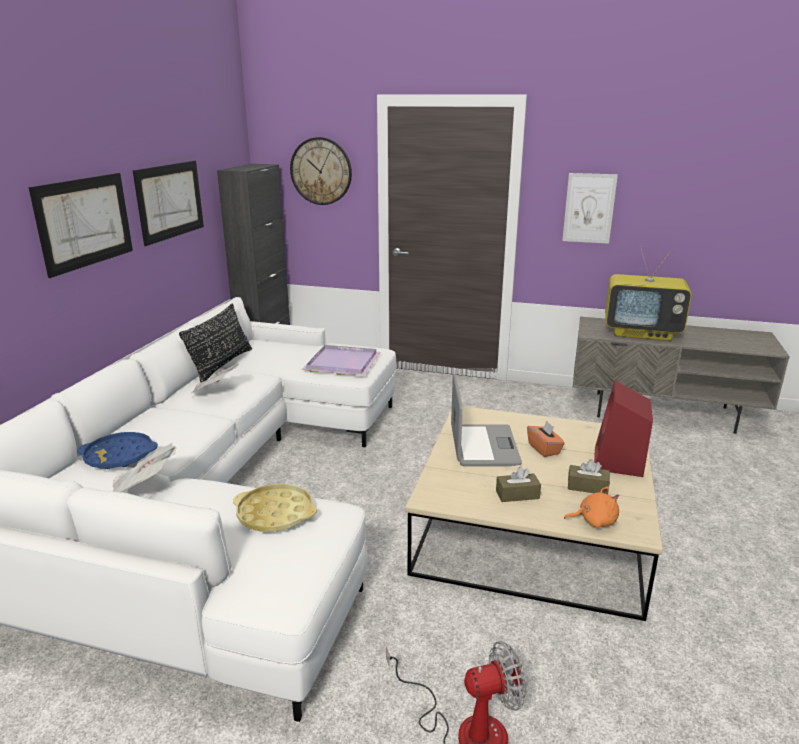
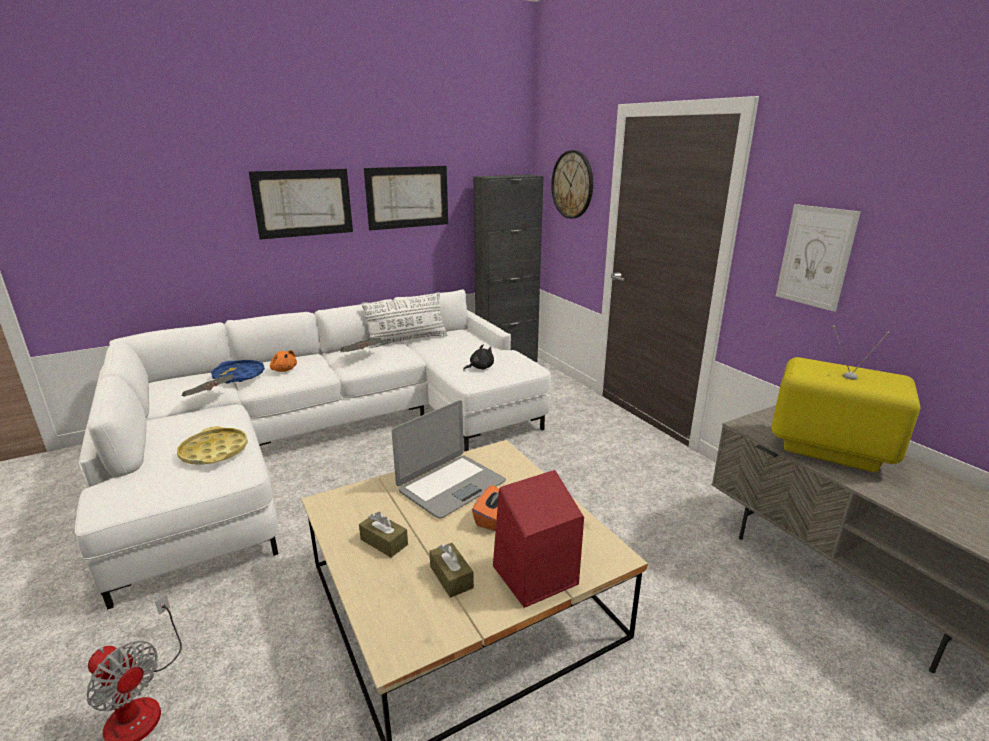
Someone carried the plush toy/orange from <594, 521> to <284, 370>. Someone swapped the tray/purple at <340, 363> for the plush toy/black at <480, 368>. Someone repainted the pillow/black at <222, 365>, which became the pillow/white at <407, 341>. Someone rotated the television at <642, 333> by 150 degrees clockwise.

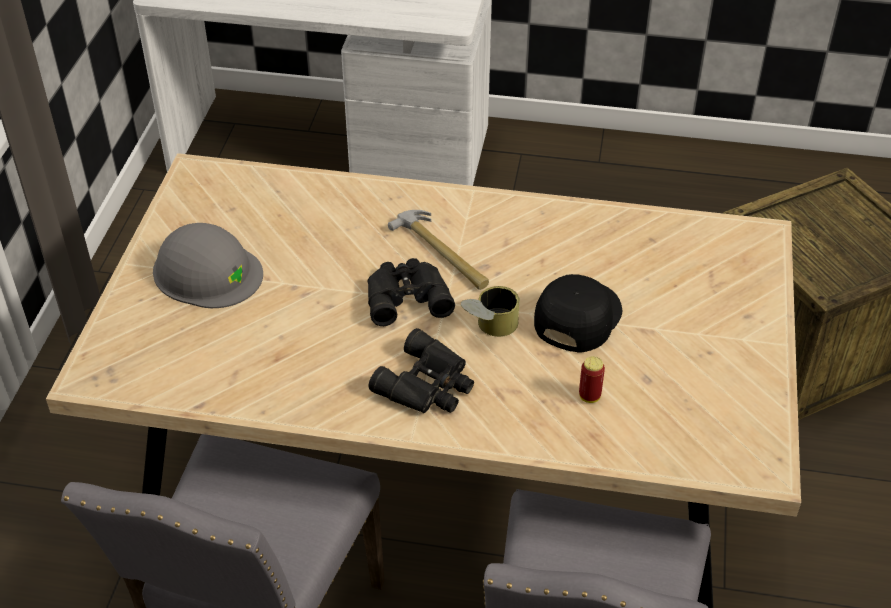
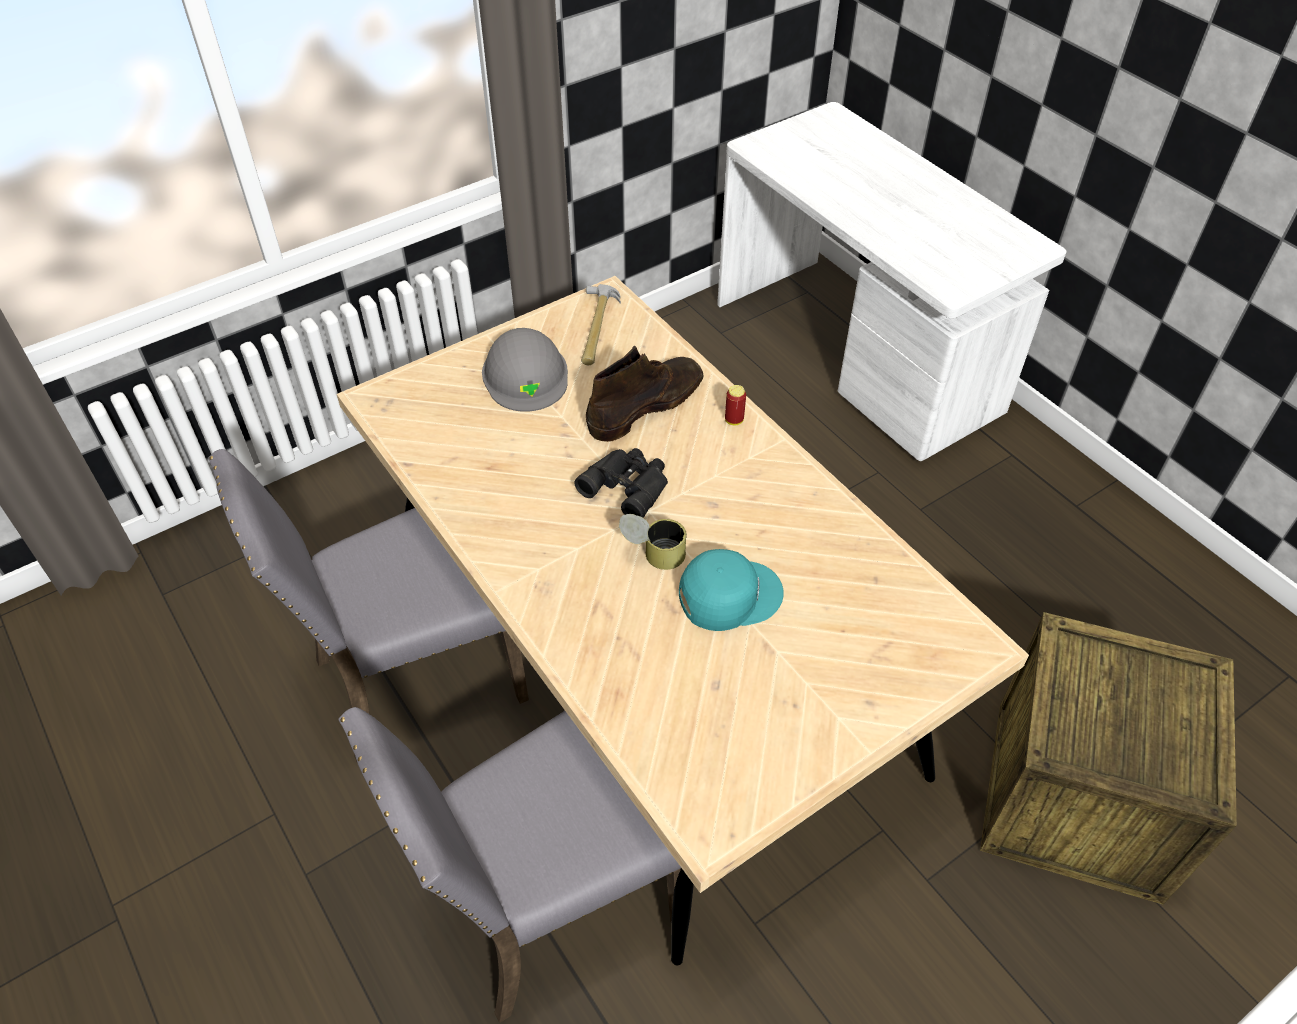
Someone took away the binoculars/black at <428, 385>. Someone put down the boot/brown at <646, 405>. Someone carried the hammer from <442, 253> to <596, 327>. Someone carried the can from <589, 396> to <734, 420>. Someone repainted the cap/black at <576, 316>, which became the cap/turquoise at <728, 594>.

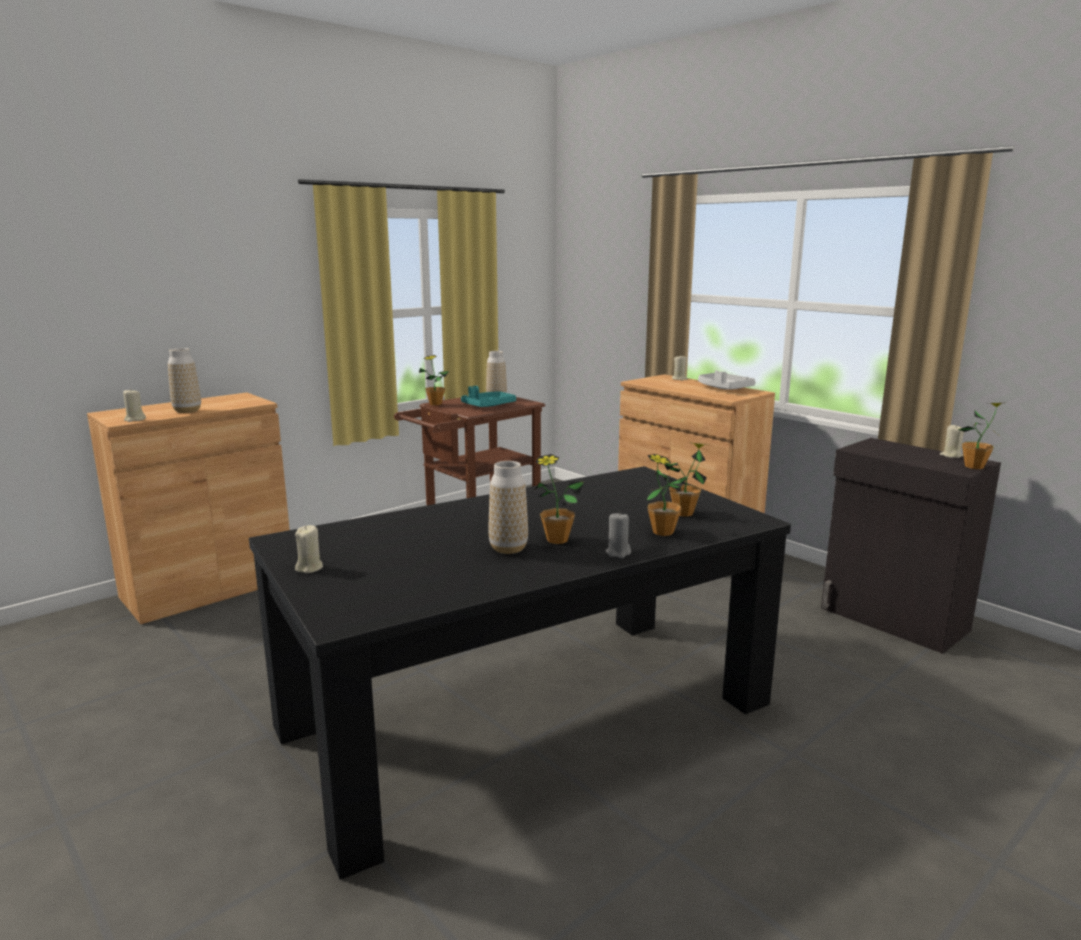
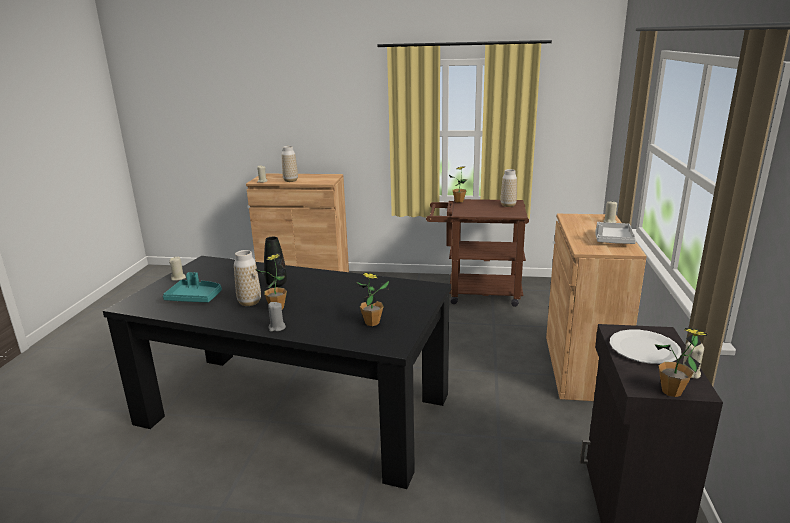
Someone took away the potted plant at <662, 532>. Someone put down the vase/black at <276, 284>. Someone put down the plate/white at <644, 348>. Someone carried the tray/turquoise from <488, 406> to <195, 298>.

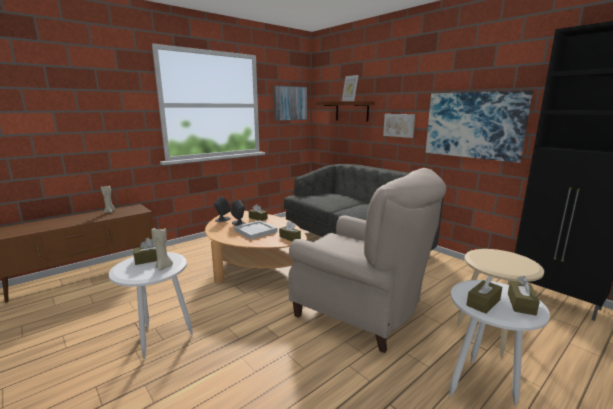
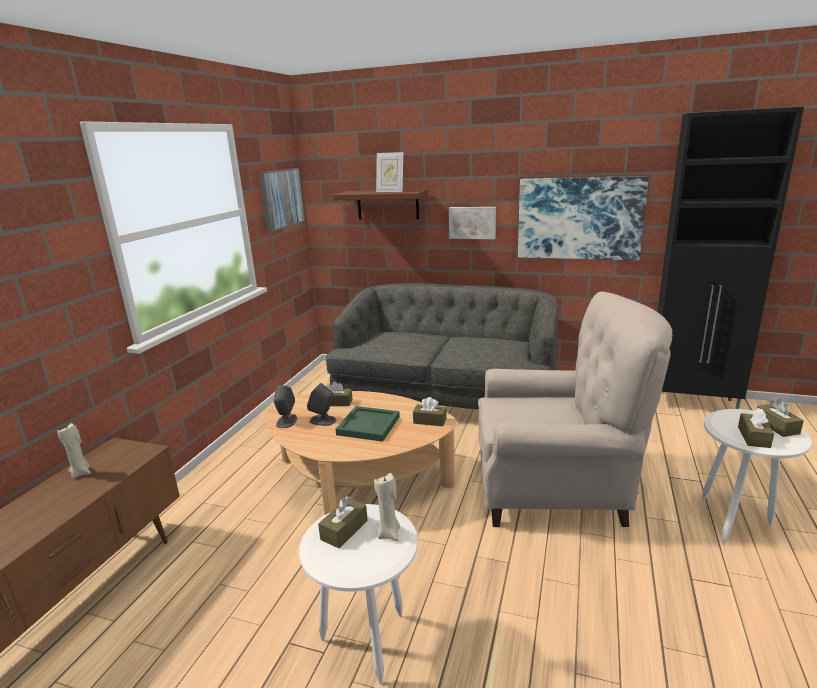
Someone took away the side table/beige at <489, 336>. Someone repainted the tray/white at <255, 231>, which became the tray/green at <369, 426>.

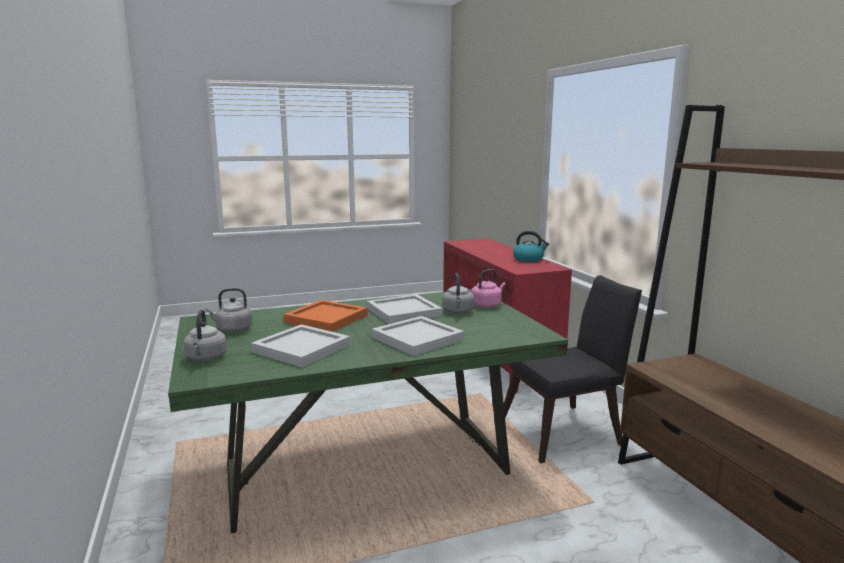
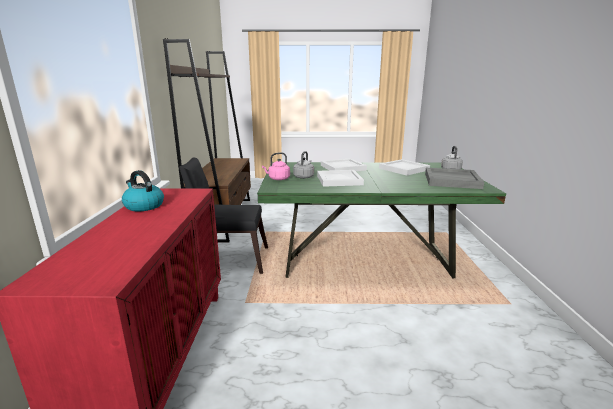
Someone took away the tray/orange at <325, 319>. Someone swapped the kettle/grey at <232, 330> for the tray/grey at <452, 180>.

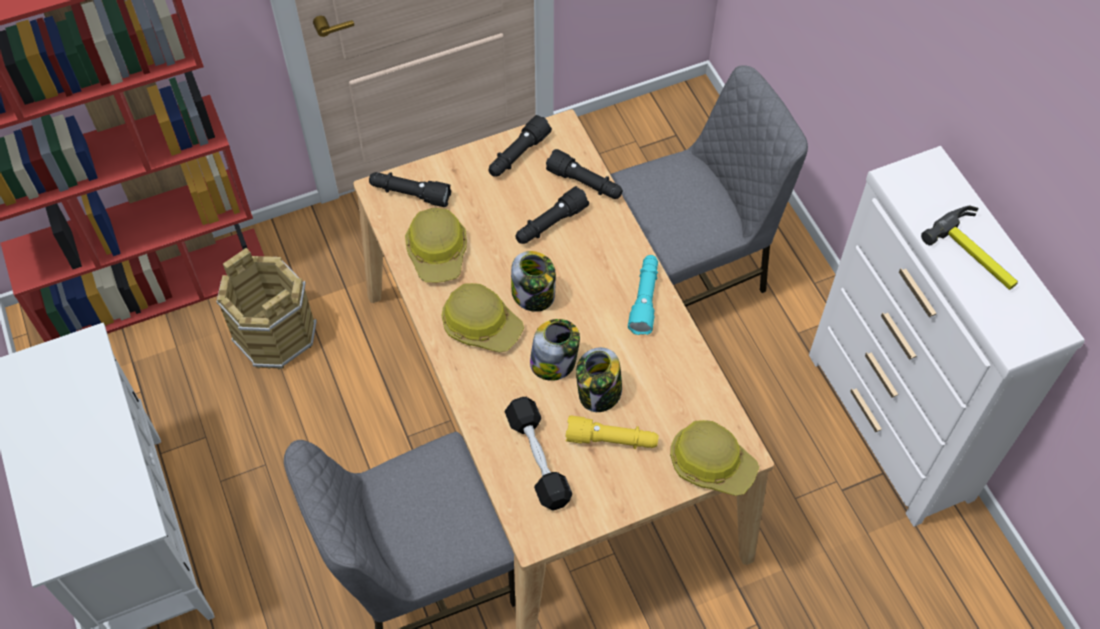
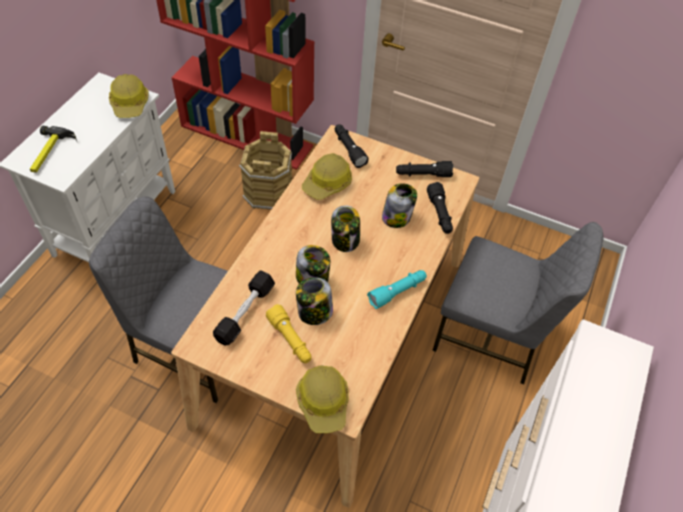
Someone carried the hard hat from <481, 324> to <130, 103>. Someone carried the hammer from <977, 254> to <50, 153>. Someone swapped the flashlight/black at <550, 224> for the jar at <396, 217>.

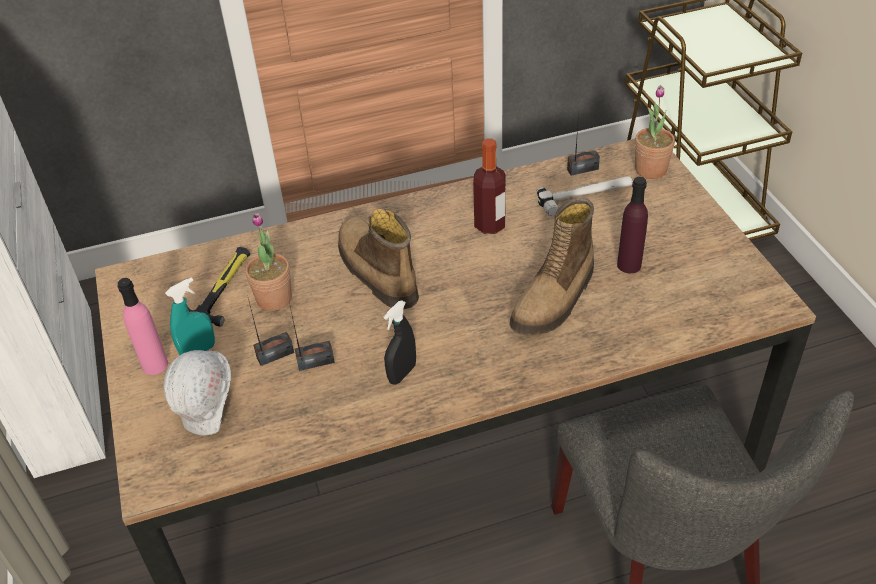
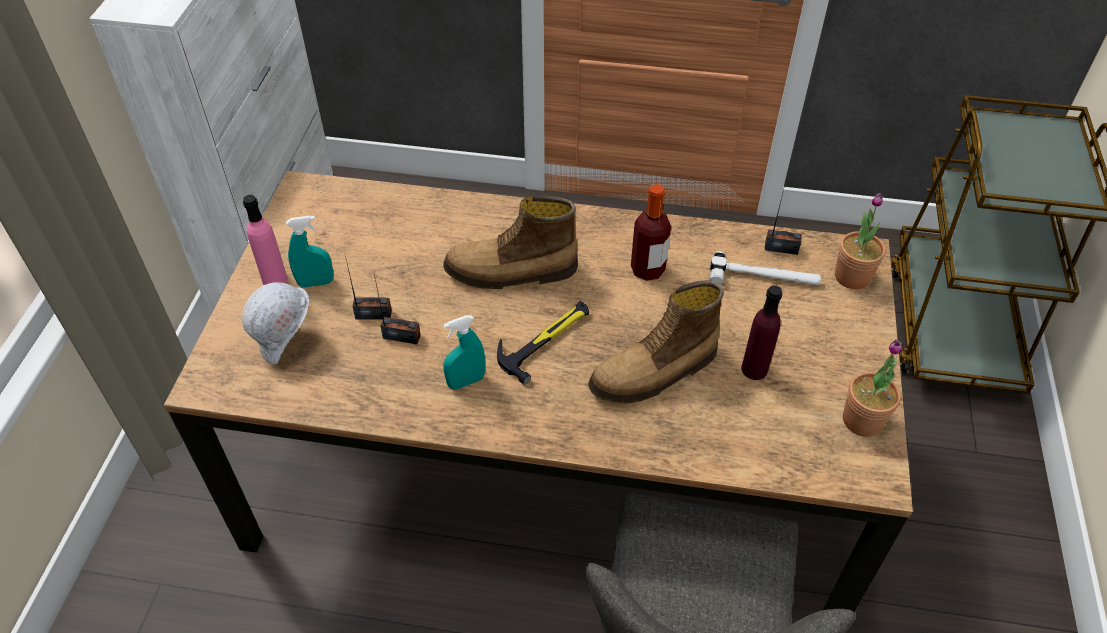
Someone carried the hammer from <222, 287> to <545, 339>. Someone carried the potted plant from <274, 299> to <862, 420>. Someone repainted the spray bottle/black at <402, 373>, which became the spray bottle/turquoise at <466, 382>. Someone rotated the boot at <375, 272> by 90 degrees counterclockwise.

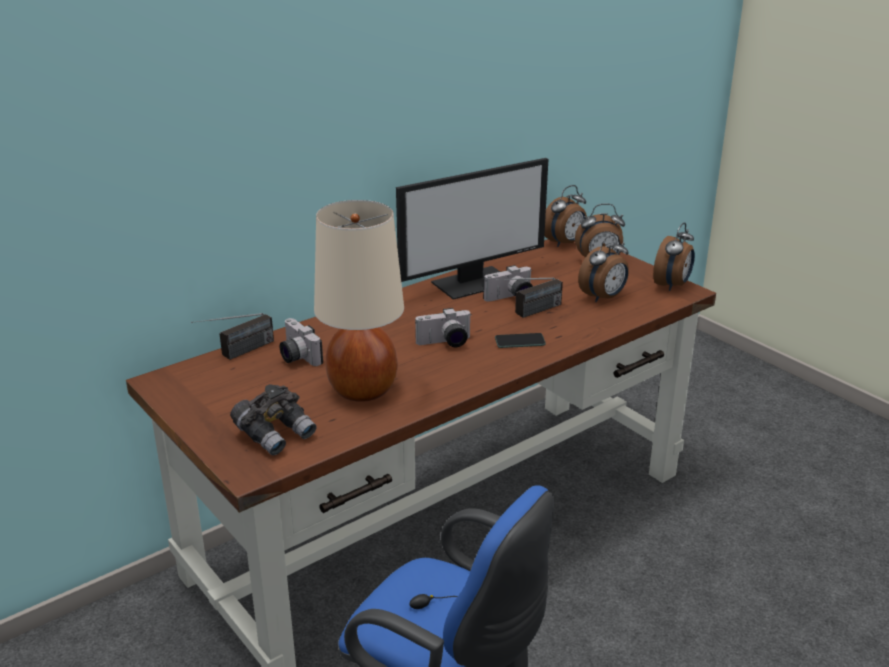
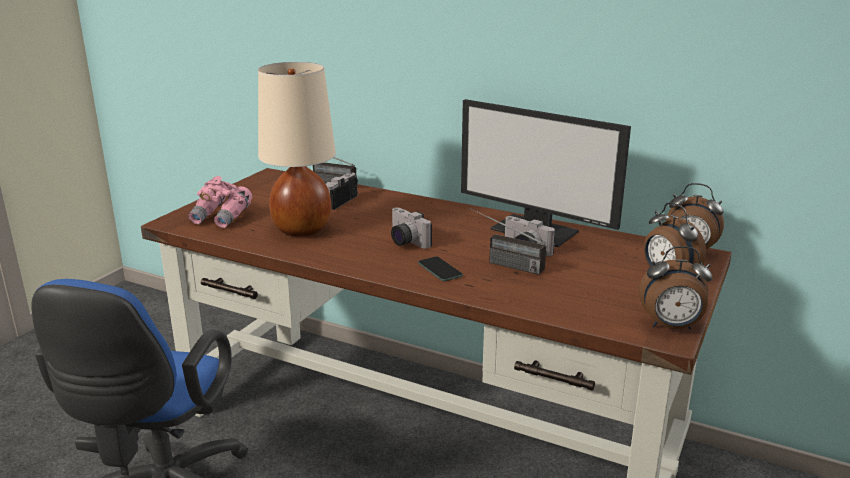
Someone took away the alarm clock at <603, 297>. Someone repainted the binoculars/grey at <275, 434>, which became the binoculars/pink at <222, 218>.

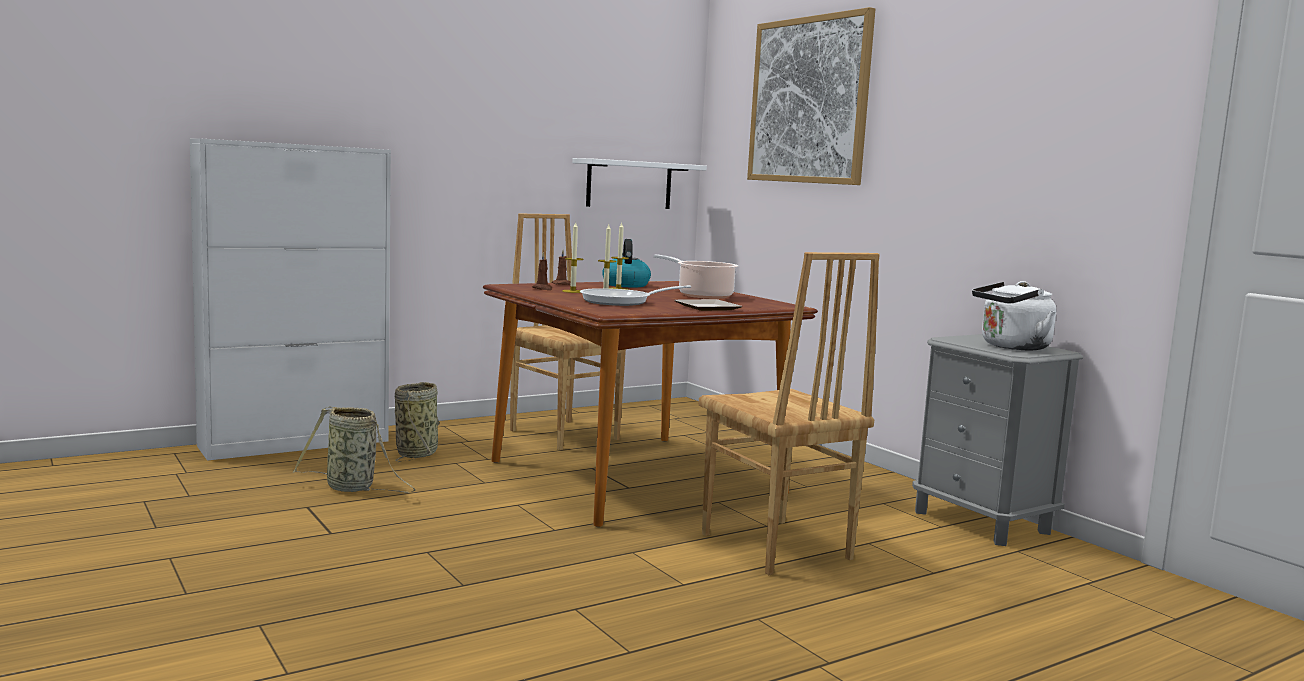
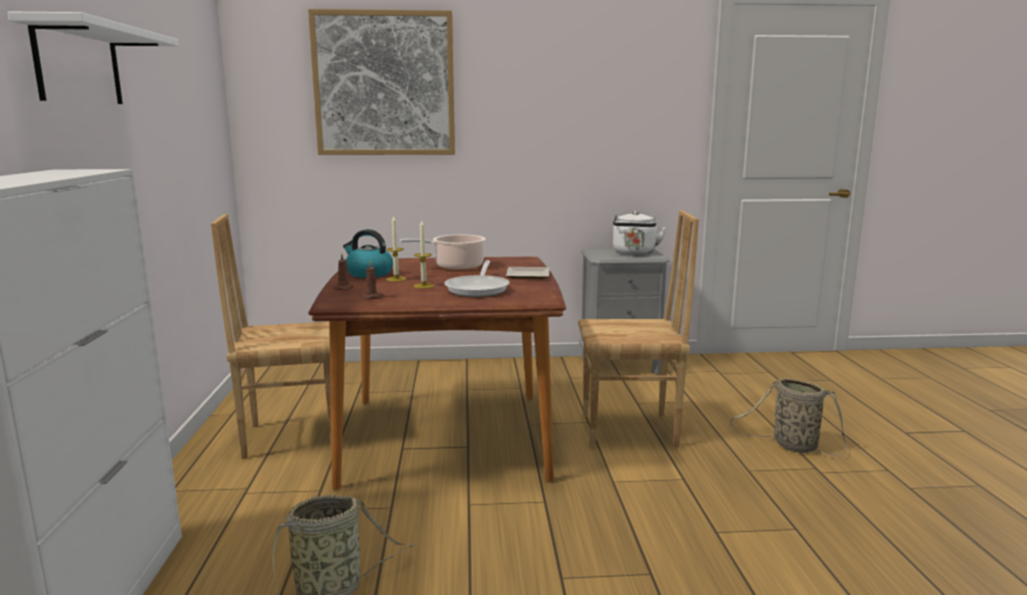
Someone took away the candle at <572, 291>. Someone carried the basket from <418, 453> to <791, 445>. Someone carried the shelf/white from <629, 184> to <78, 65>.

